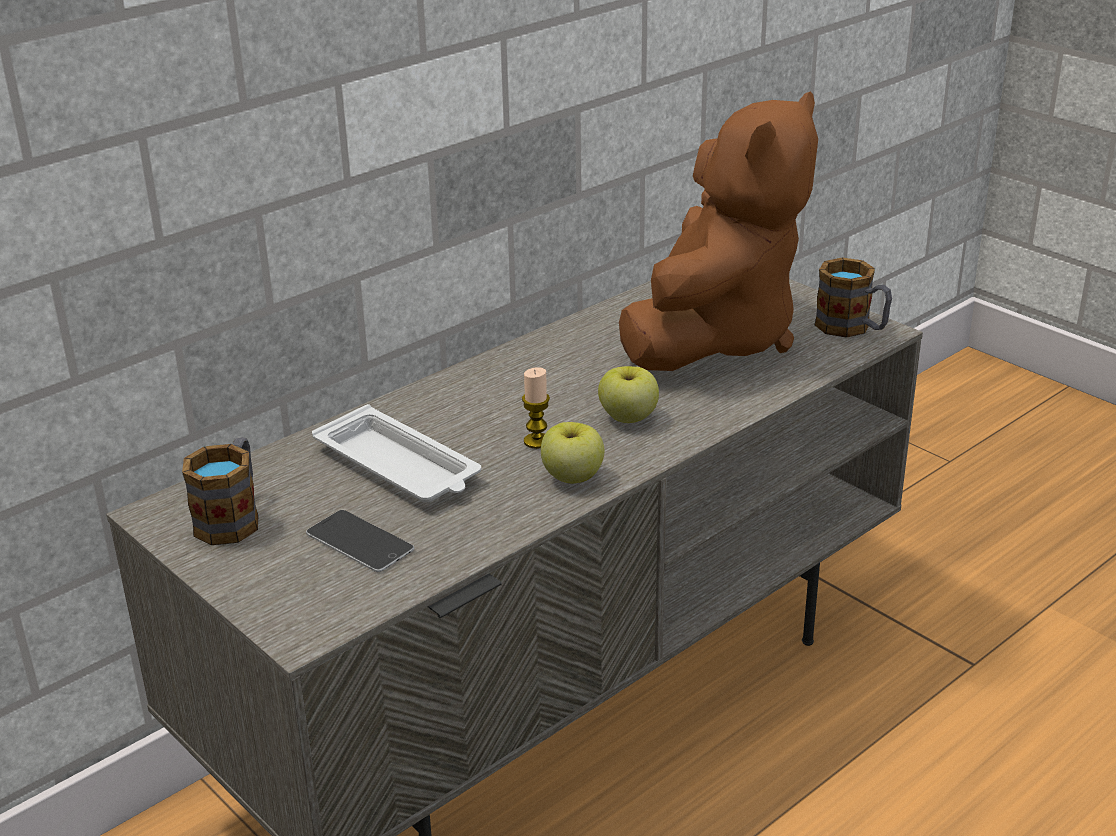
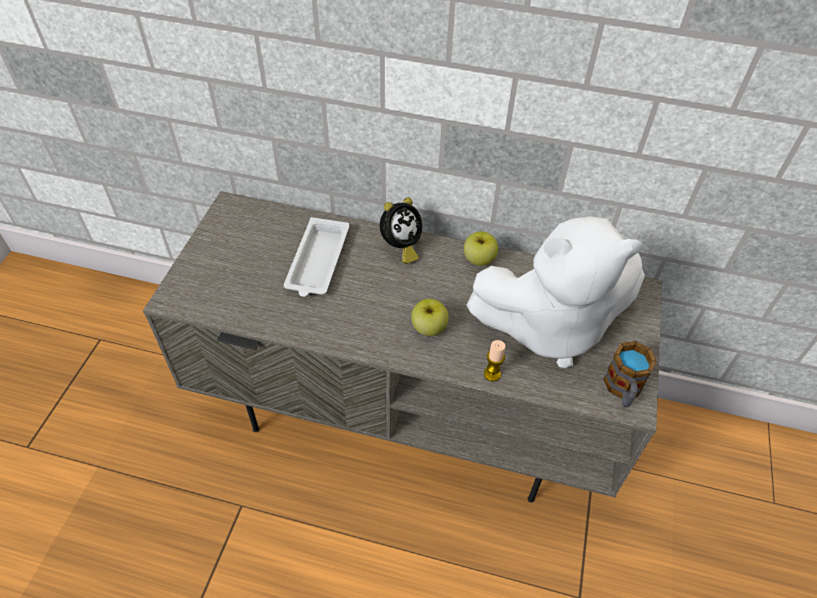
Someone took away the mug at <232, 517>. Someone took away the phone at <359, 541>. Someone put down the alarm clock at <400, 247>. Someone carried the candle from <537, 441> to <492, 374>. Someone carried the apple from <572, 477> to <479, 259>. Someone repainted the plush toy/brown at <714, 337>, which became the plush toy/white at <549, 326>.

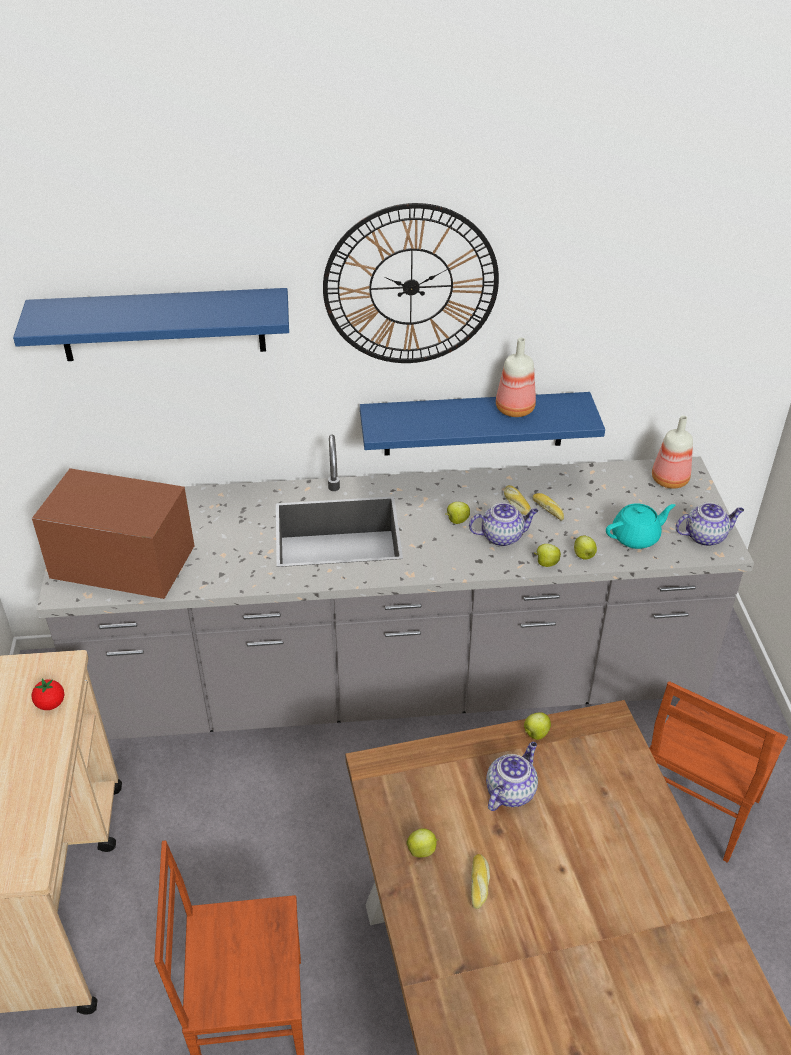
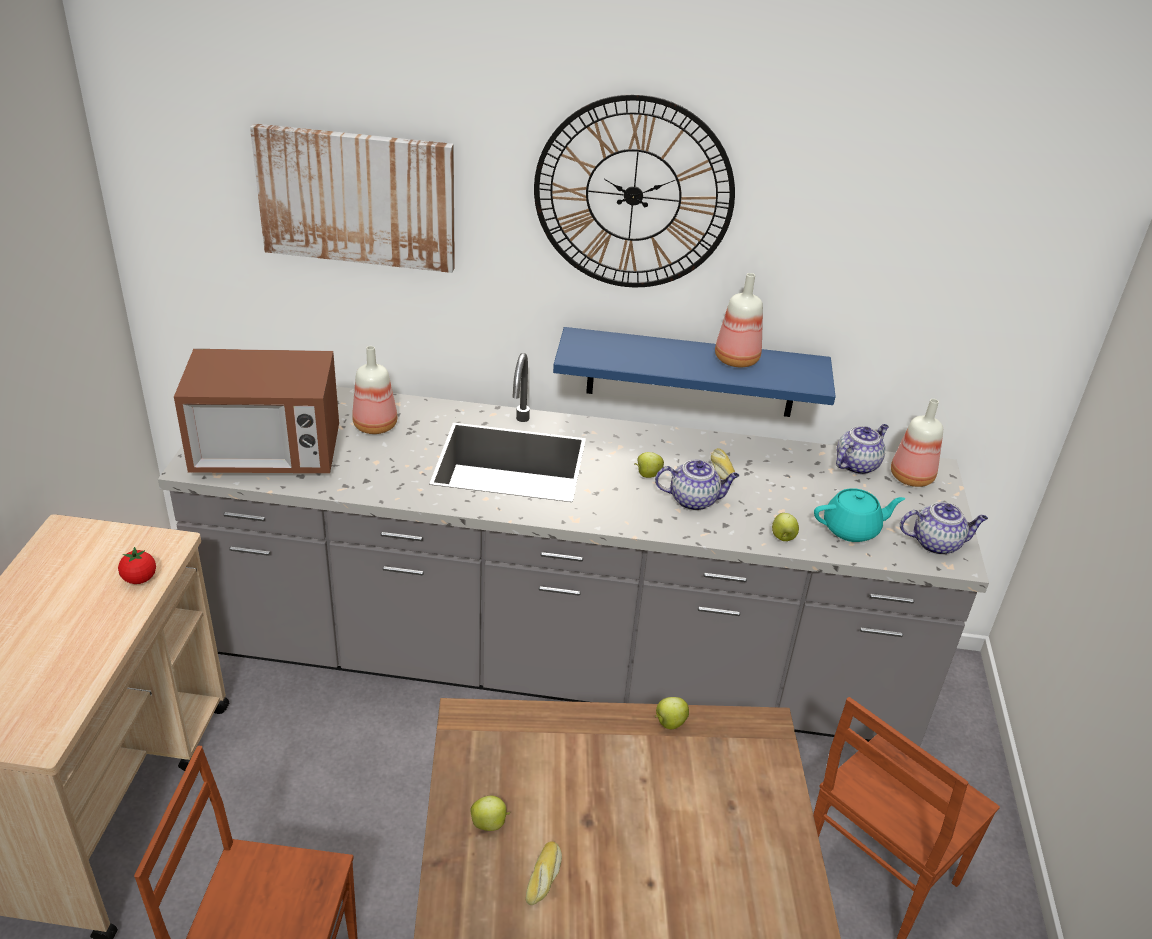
Someone took away the bread at <548, 510>. Someone took away the apple at <546, 563>. Someone put down the bottle at <375, 425>. Someone carried the teapot from <510, 791> to <857, 464>. Someone swapped the shelf/blue at <162, 324> for the picture at <357, 197>. Someone rotated the microwave at <125, 567> by 150 degrees clockwise.

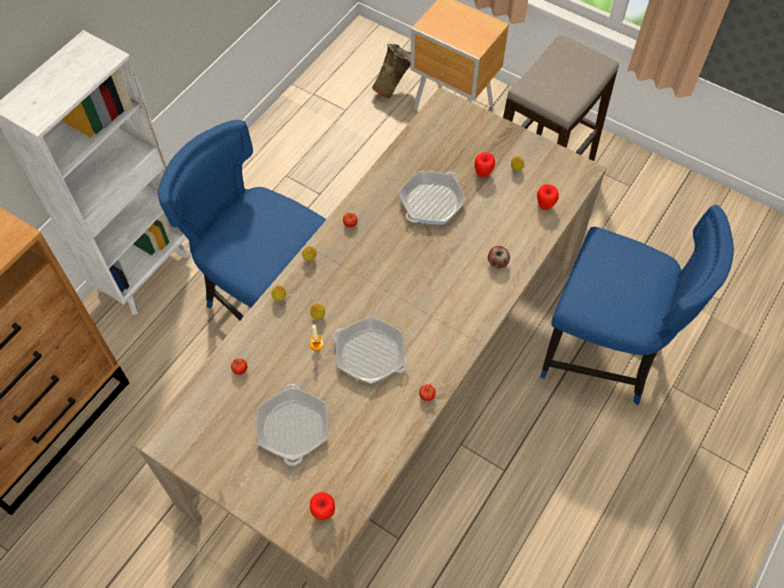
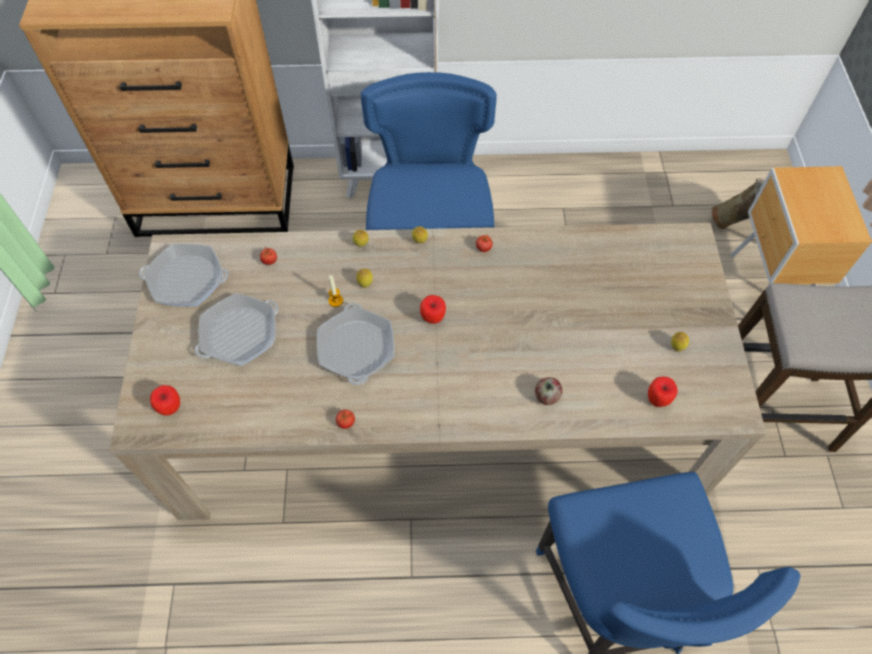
Someone carried the frying pan from <431, 202> to <187, 280>. Someone carried the apple from <483, 173> to <433, 319>.

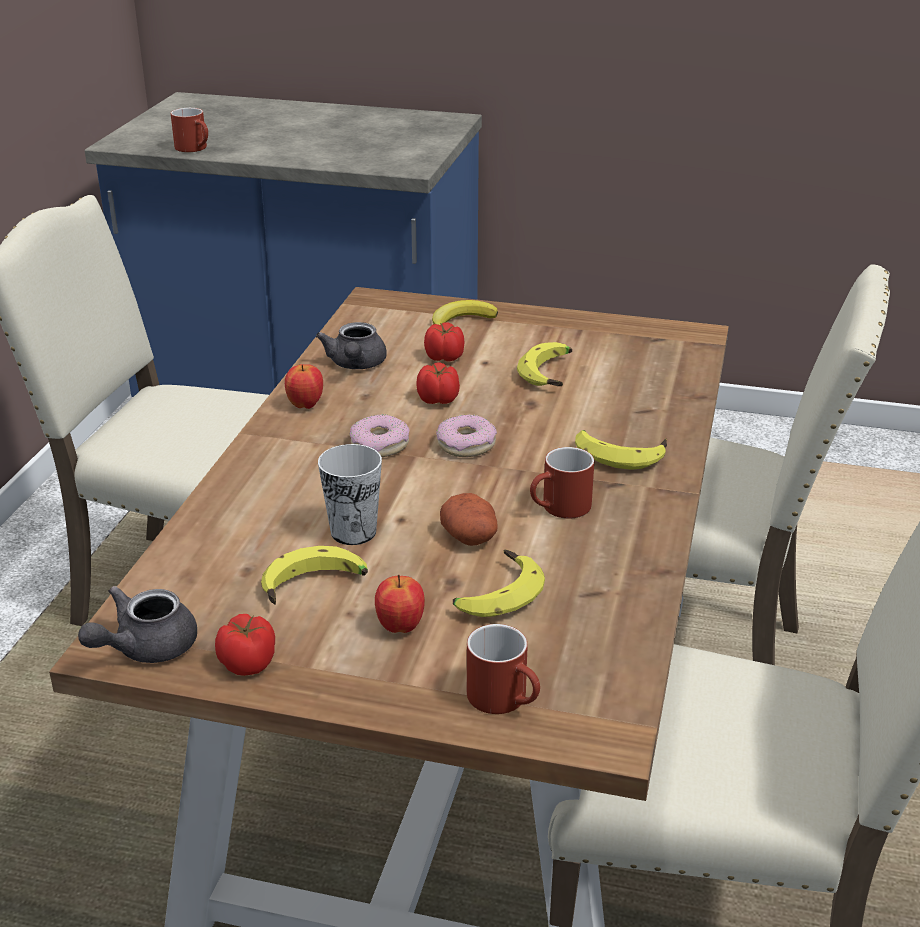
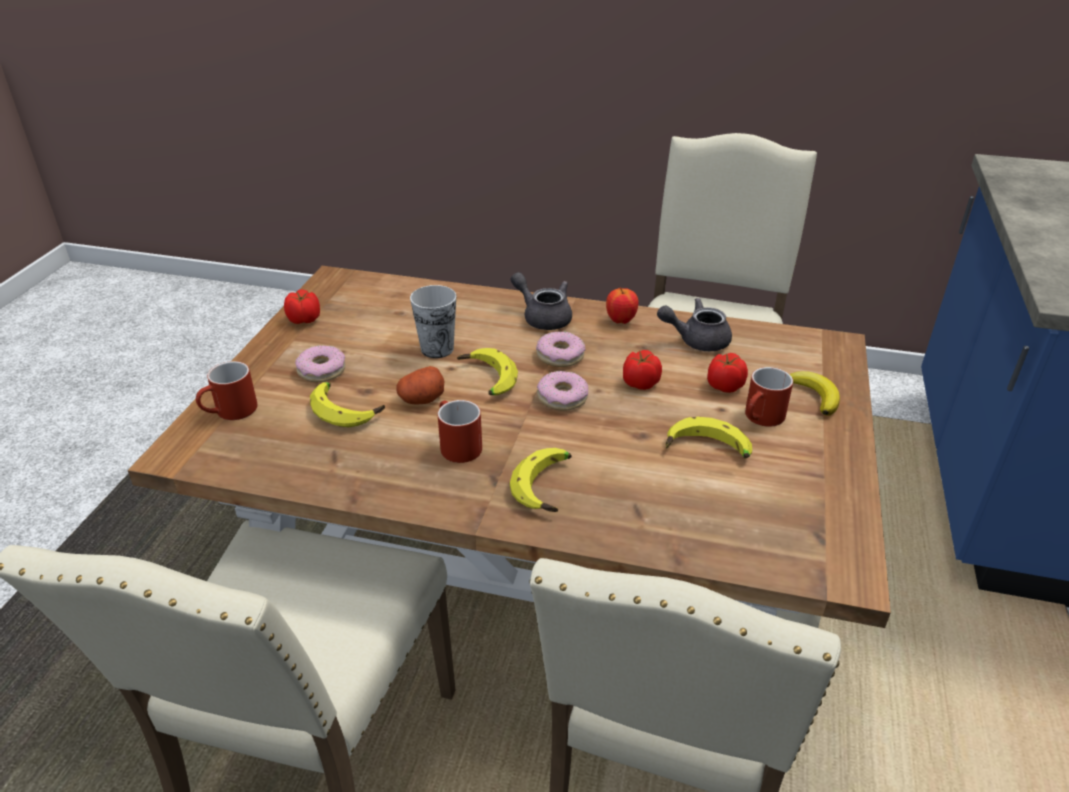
Someone carried the teapot/grey from <145, 648> to <543, 317>. Someone carried the mug/red from <195, 148> to <762, 419>. Someone carried the banana from <315, 588> to <486, 379>. Someone swapped the apple at <400, 627> for the donut at <321, 370>.

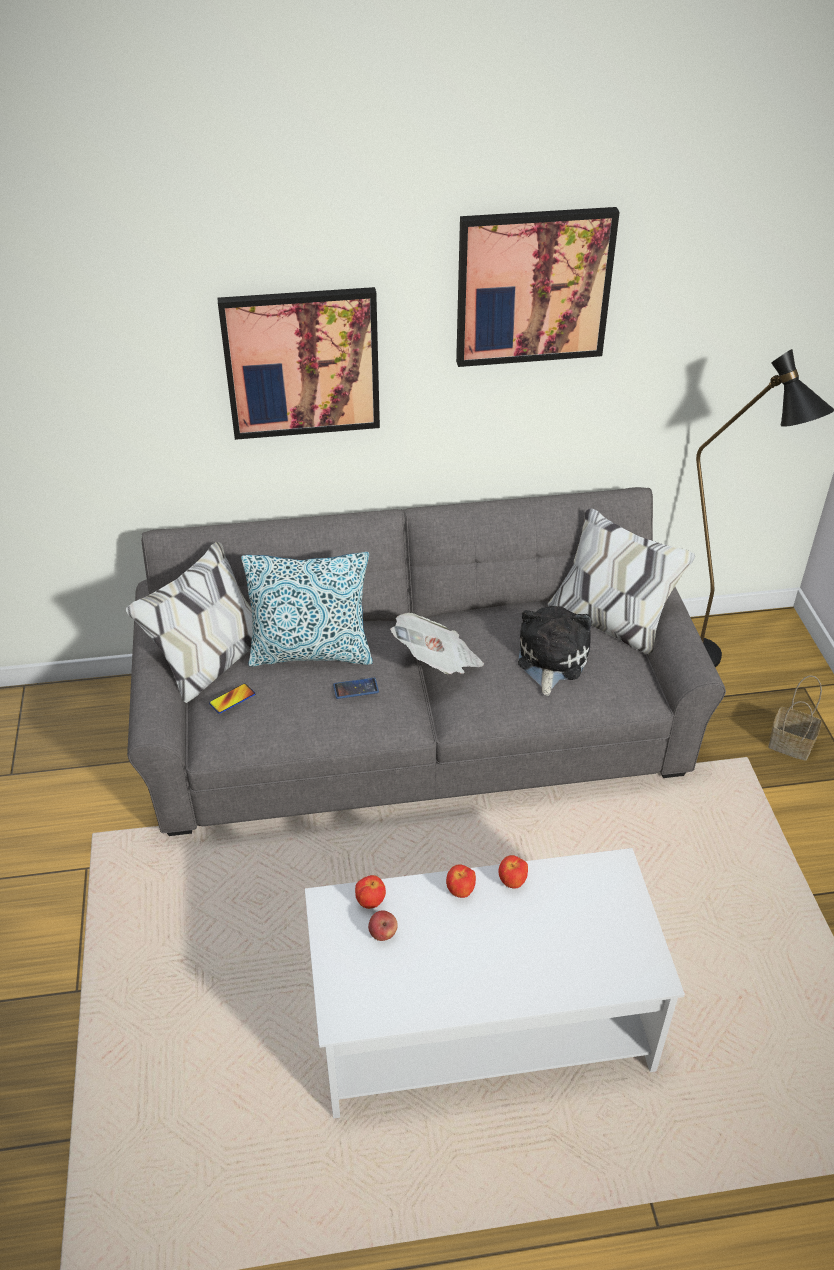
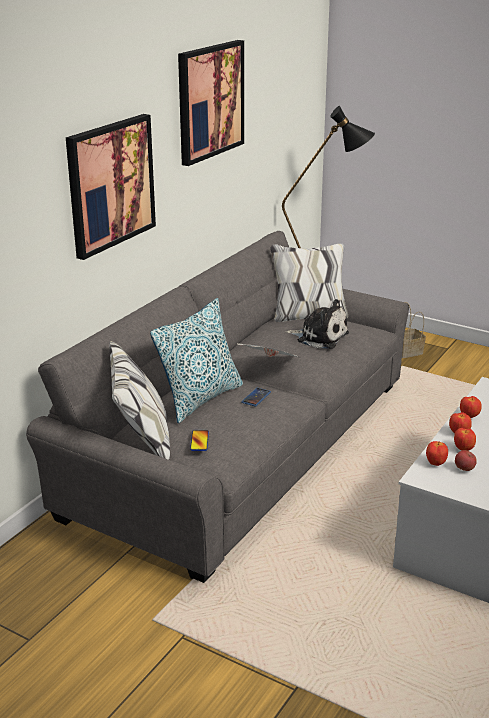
Someone put down the apple at <463, 449>. Someone rotated the plush toy at <550, 660> by 150 degrees clockwise.

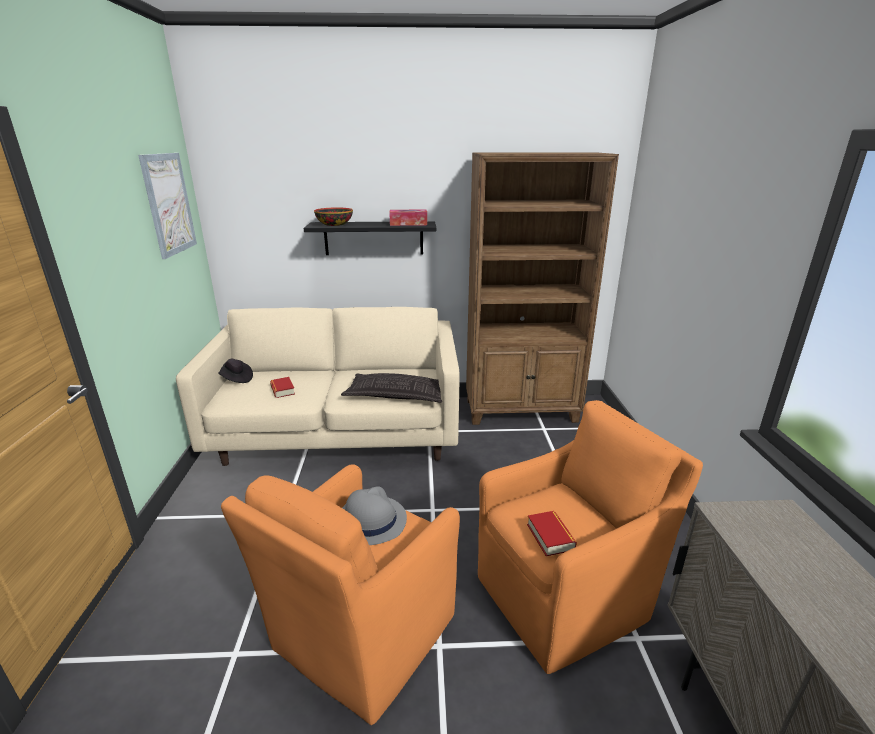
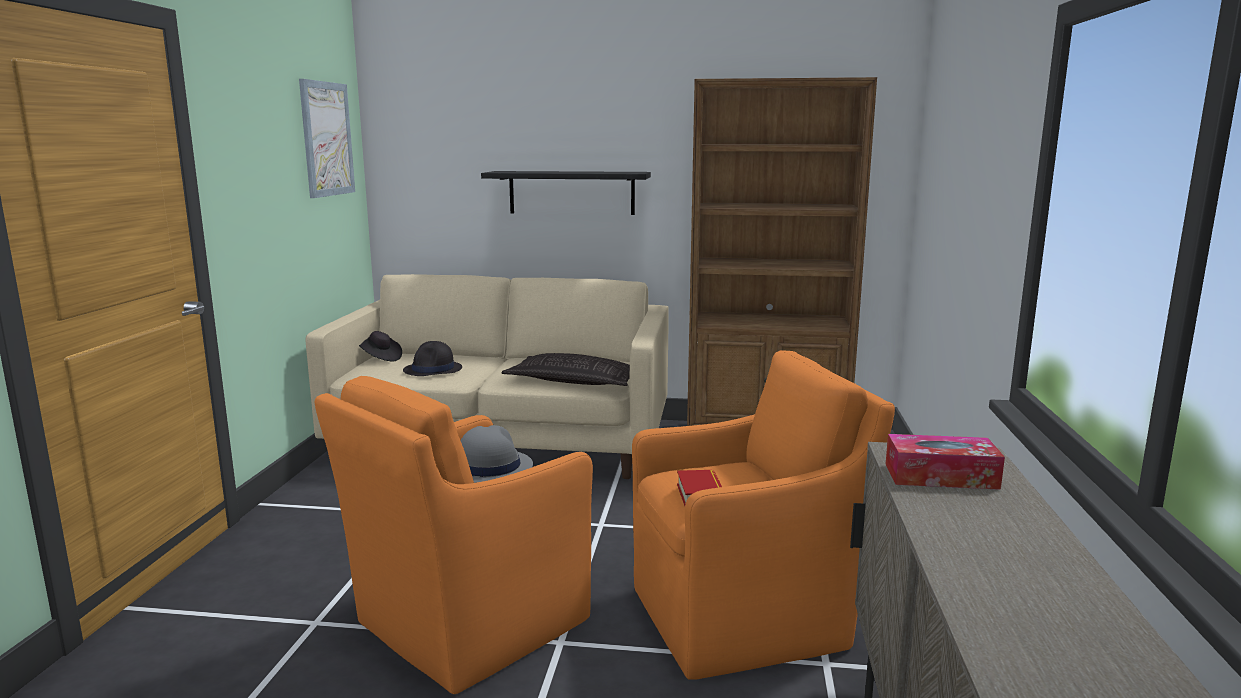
Someone took away the bowl at <334, 224>. Someone carried the tissue box from <408, 224> to <941, 476>. Someone swapped the book at <282, 390> for the hat/black at <433, 370>.

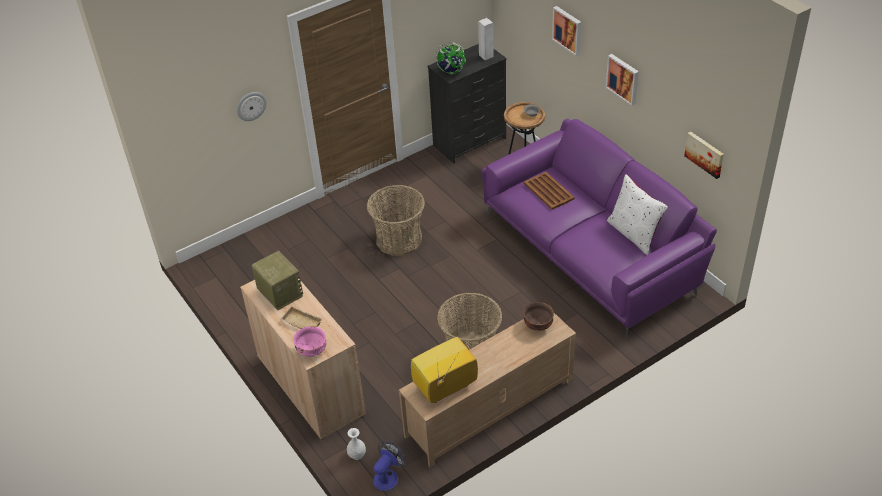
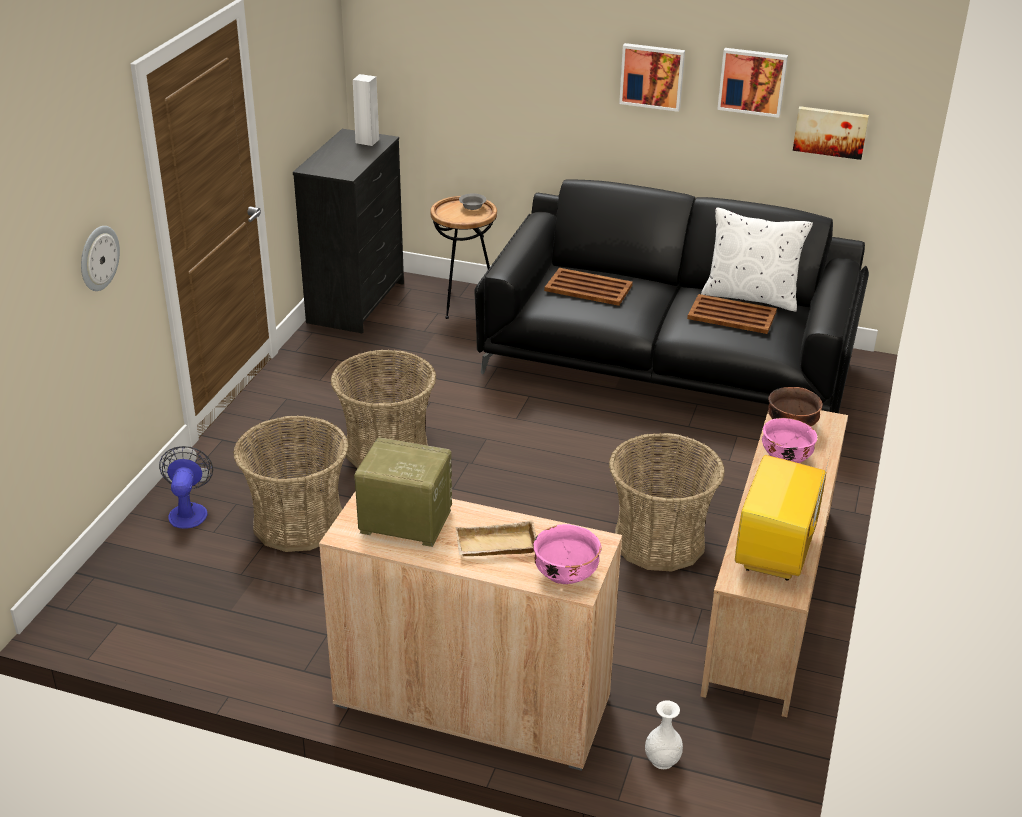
Someone took away the globe at <451, 71>. Someone put down the basket at <298, 523>. Someone put down the tray/brown at <731, 315>. Someone put down the bowl/pink at <785, 459>. Someone carried the fan from <388, 476> to <189, 511>. Someone carried the picture from <568, 30> to <752, 81>. Someone repainted the sofa/purple at <591, 251>, which became the sofa/black at <668, 364>.

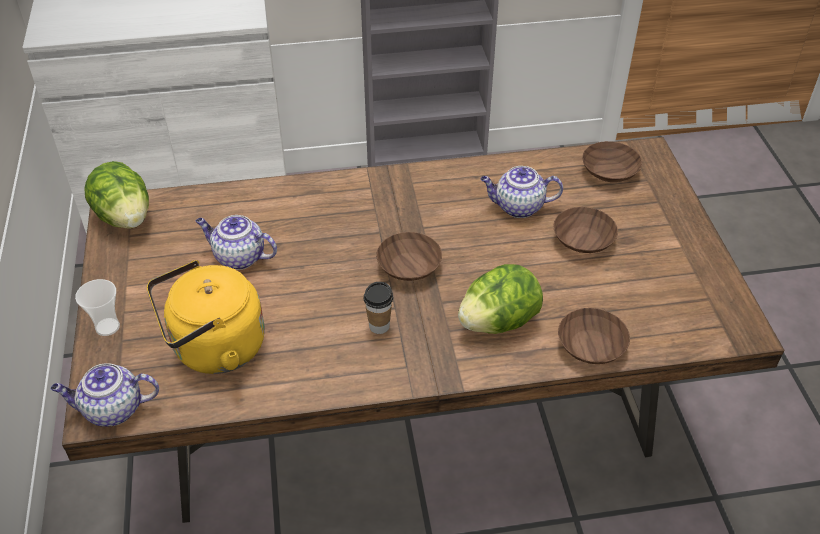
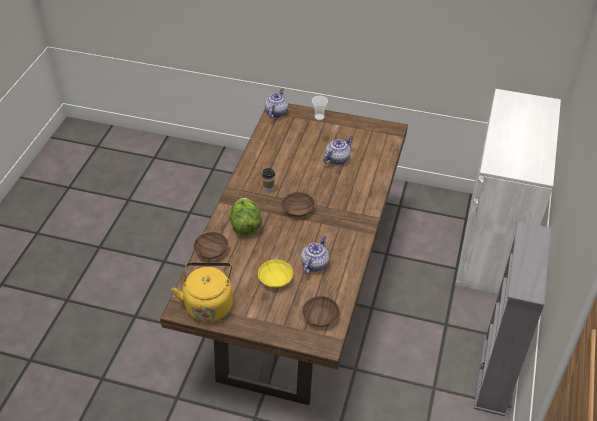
Someone took away the lettuce at <125, 217>. Someone carried the kettle/yellow from <214, 349> to <209, 304>. Someone repainted the bowl/brown at <583, 239>, which became the bowl/yellow at <276, 279>.

